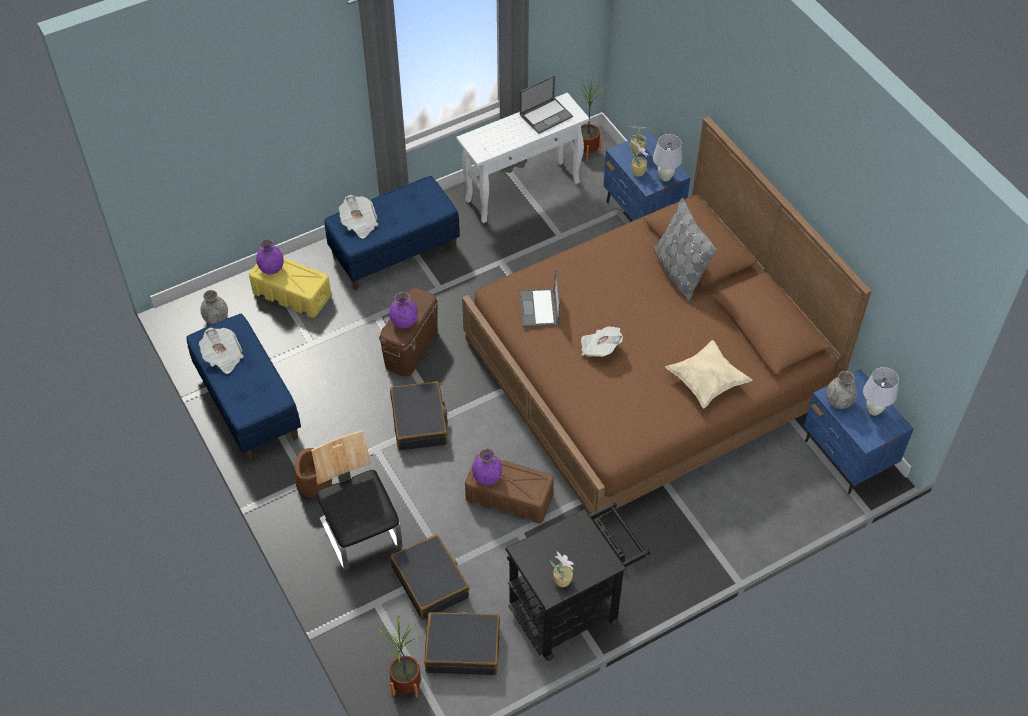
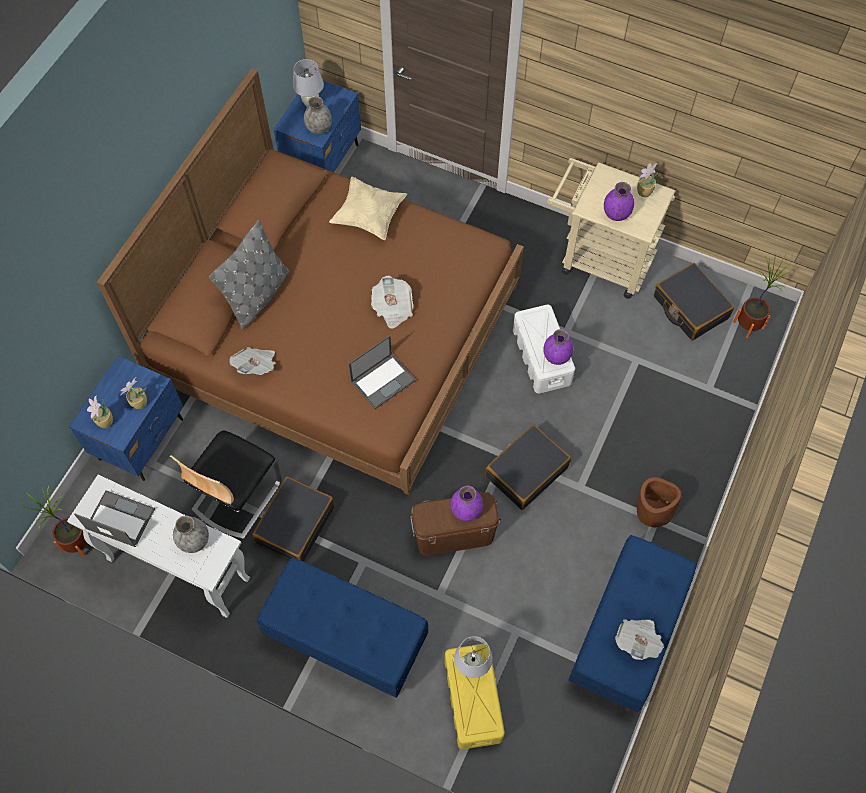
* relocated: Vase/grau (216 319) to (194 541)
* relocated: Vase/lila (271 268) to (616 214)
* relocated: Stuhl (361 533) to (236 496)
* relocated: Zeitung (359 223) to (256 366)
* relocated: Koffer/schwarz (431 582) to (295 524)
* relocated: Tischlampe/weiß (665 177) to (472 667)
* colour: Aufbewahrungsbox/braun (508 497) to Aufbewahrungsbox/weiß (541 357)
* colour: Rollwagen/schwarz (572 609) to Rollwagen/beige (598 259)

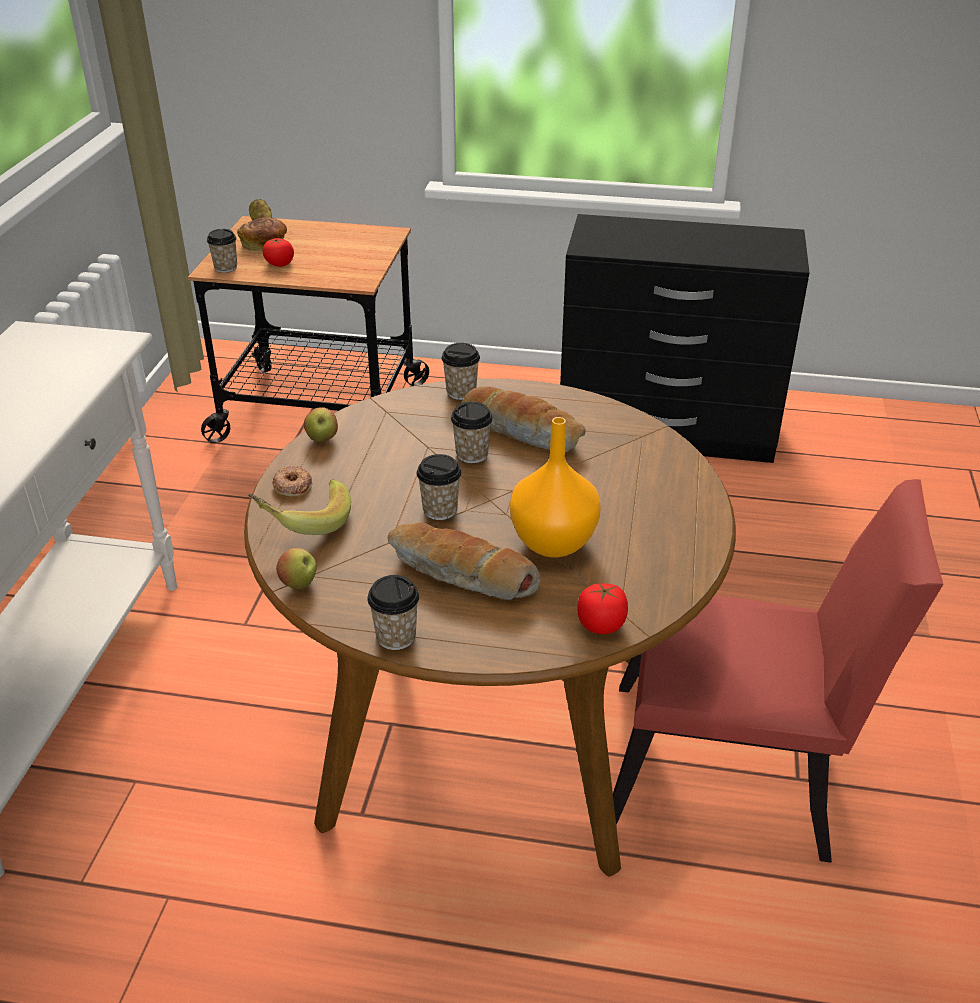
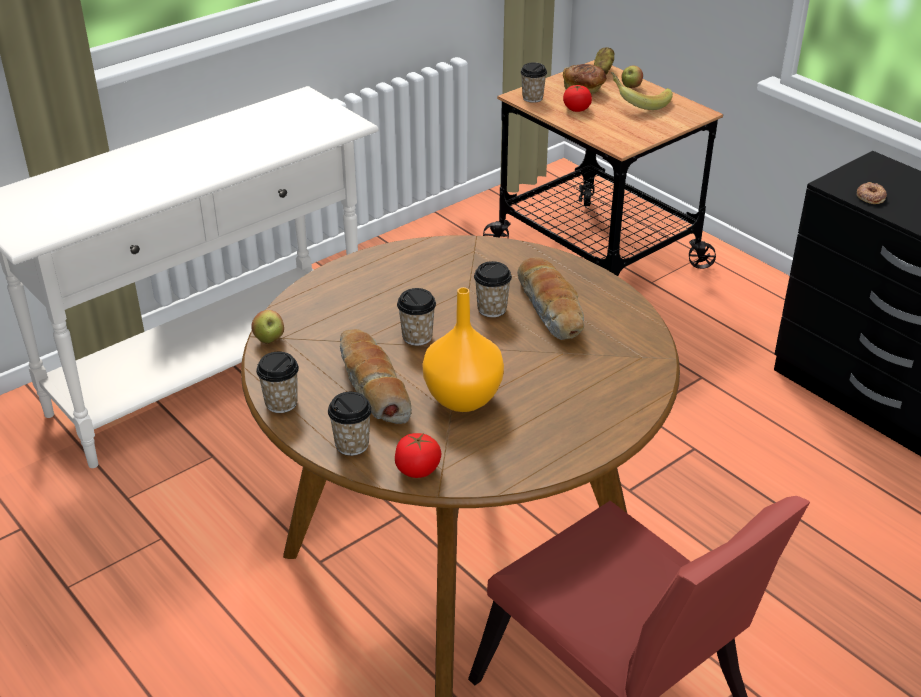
* relocated: Banane (304 521) to (639 103)
* relocated: Donut (292 486) to (870 196)
* relocated: Apfel (322 439) to (631 87)
* relocated: Tasse (461 392) to (352 445)

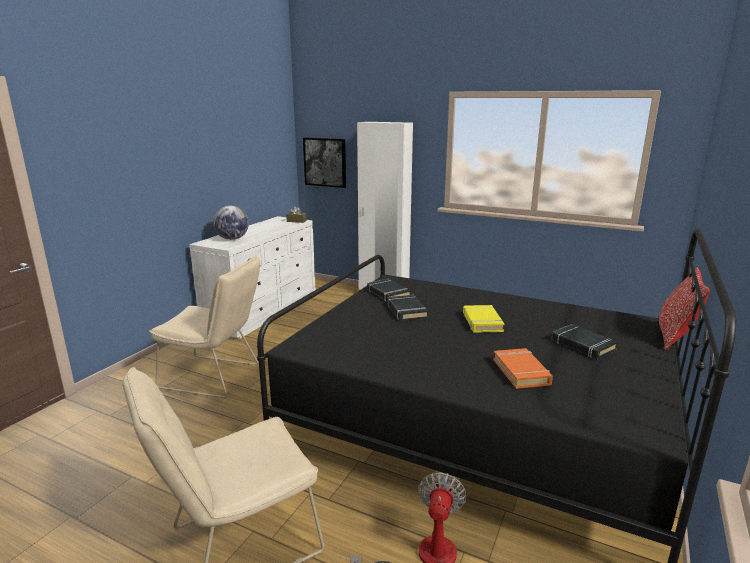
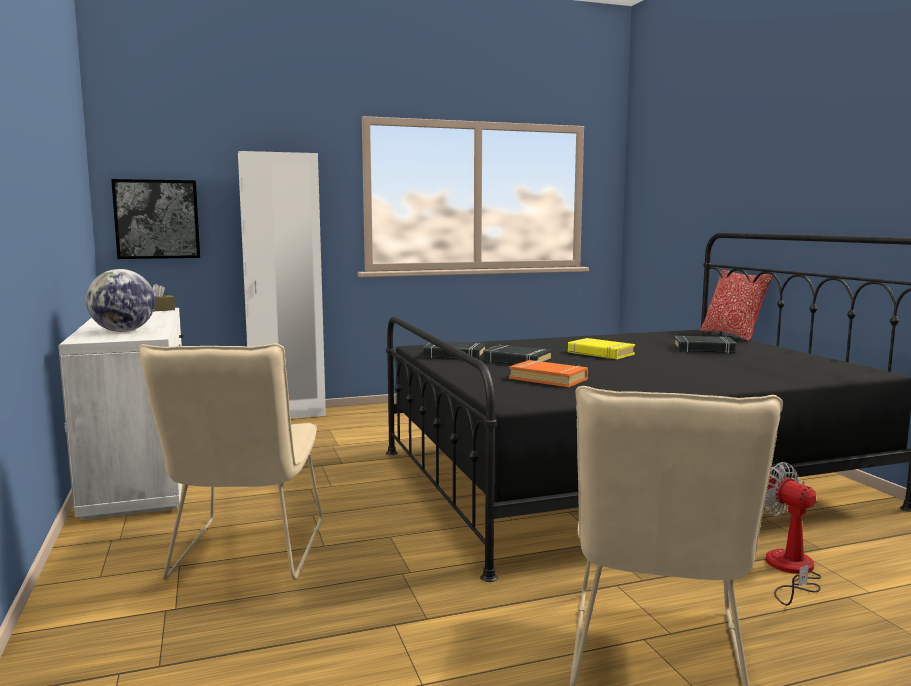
* relocated: Buch/orange (521 372) to (548 379)
* spun: Stuhl/beige (216 377) = (245 555) 120 degrees clockwise

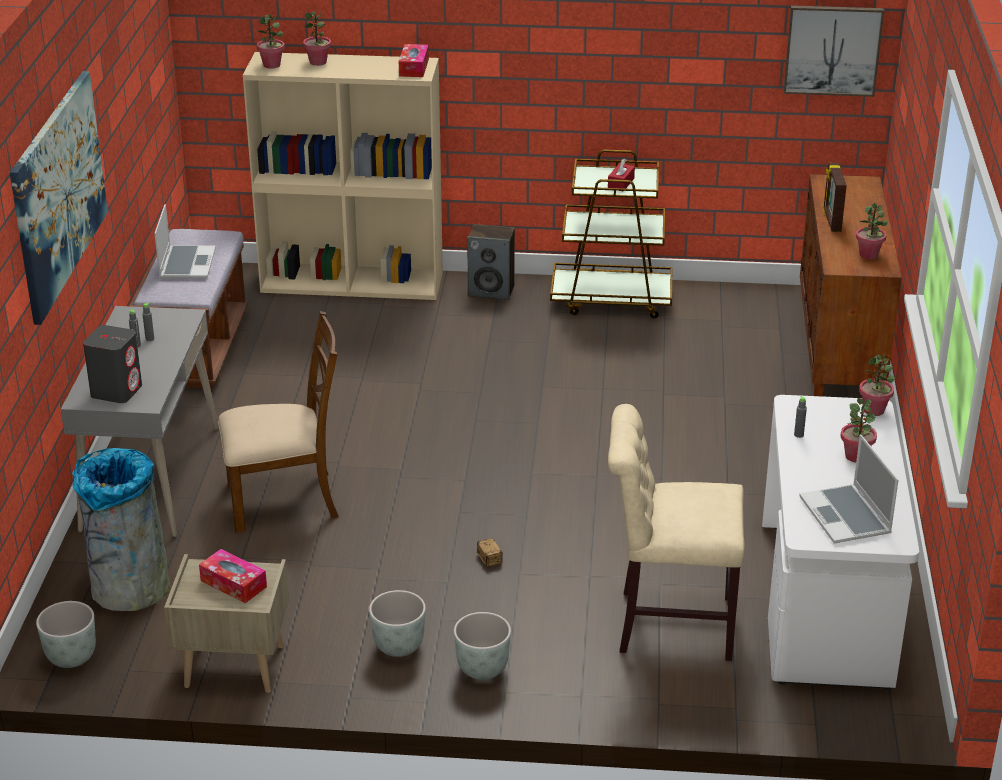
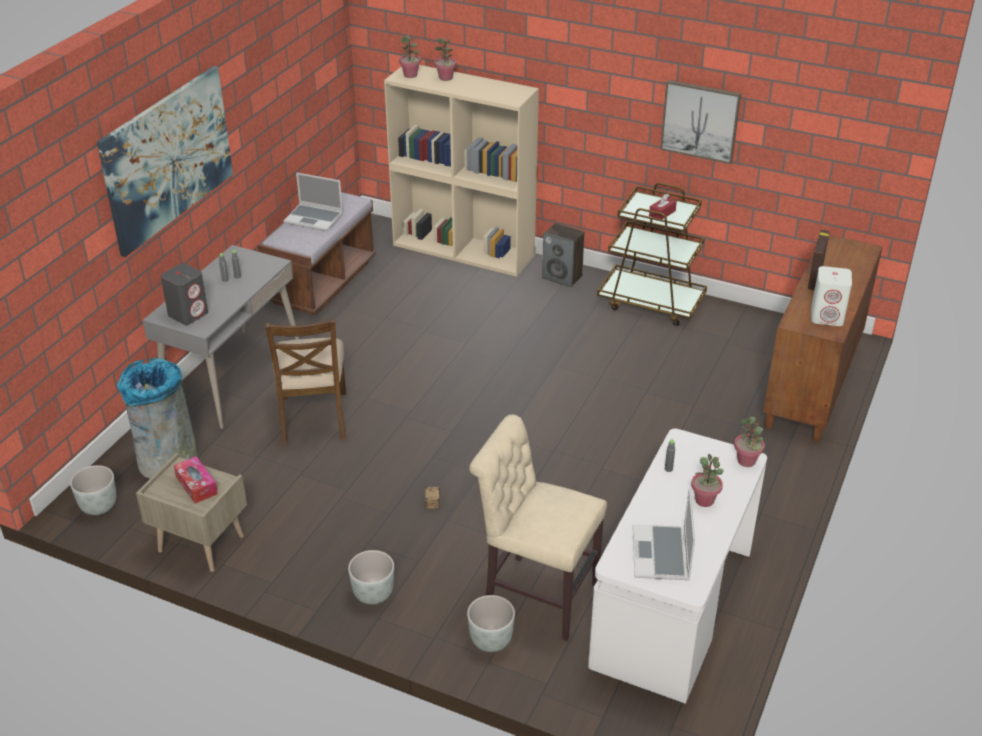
* missing: Taschentuchbox (414 67)
* relocated: Pflanzkübel/grau (399 646) to (491 641)
* relocated: Bild (832 50) to (700 121)
* exchanged: Topfpflanze (868 255) to Lautsprecher/weiß (827 316)
* spun: Laptop (186 263) = (314 218) 90 degrees clockwise
* spun: Stuhl/braun (284 500) = (313 417) 75 degrees clockwise

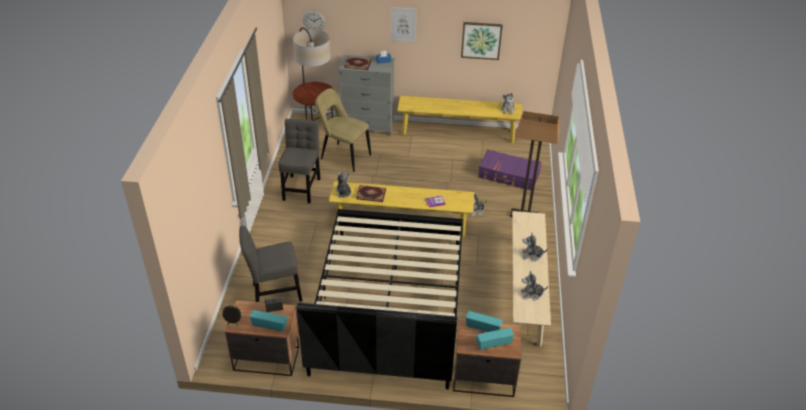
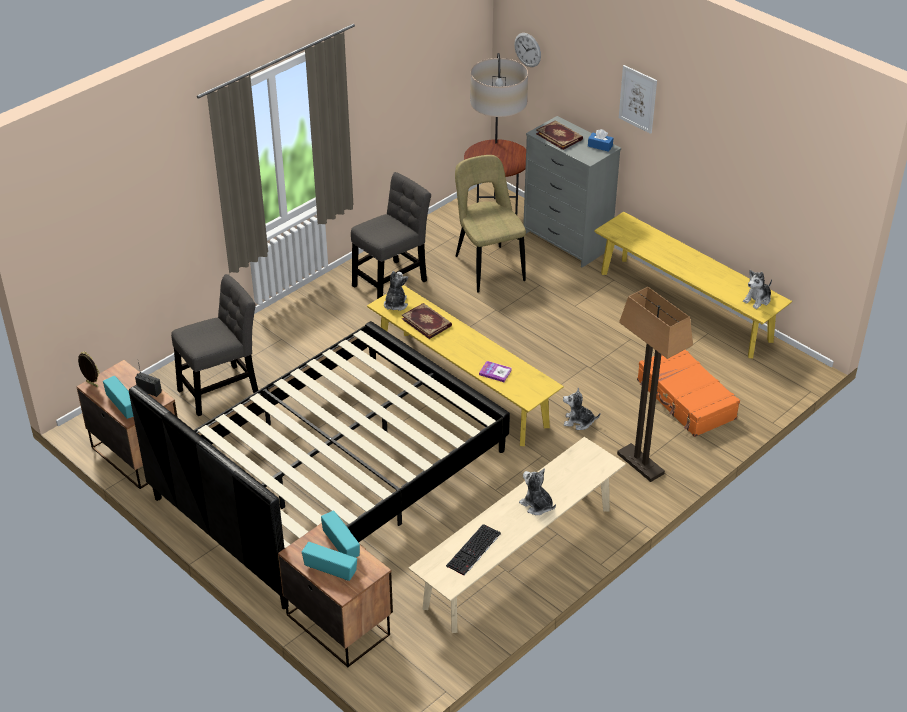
* missing: Bild (481 40)
* exchanged: Plüschtier (532 294) to Tastatur (474 550)
* colour: Koffer/lila (508 176) to Koffer/orange (685 400)
* spun: Stuhl/grau (274 293) = (222 389) 120 degrees clockwise

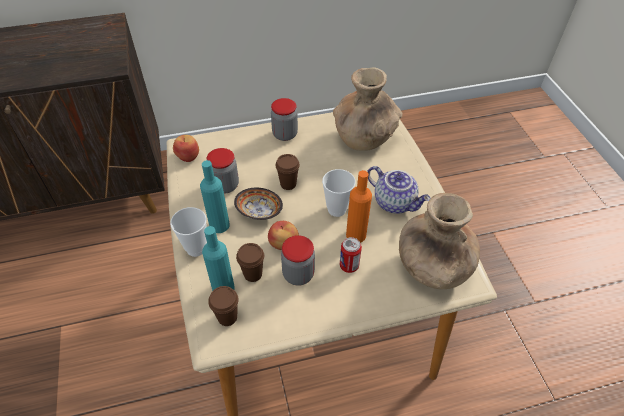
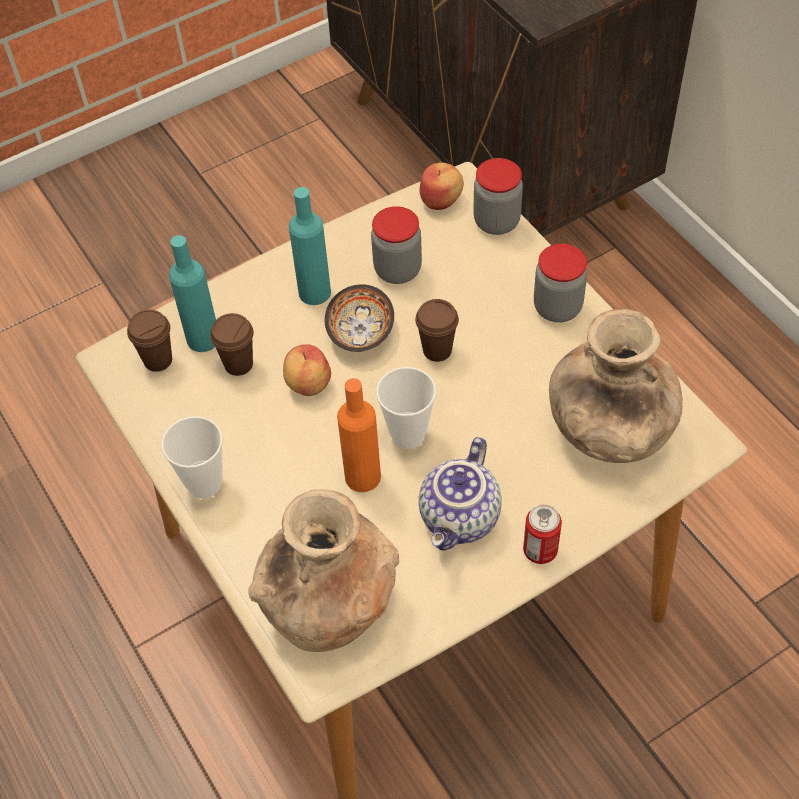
* relocated: Tasse (196 248) to (204 484)
* relocated: Vorratsglas (298 274) to (496 221)
* relocated: Dose (349 265) to (540 550)

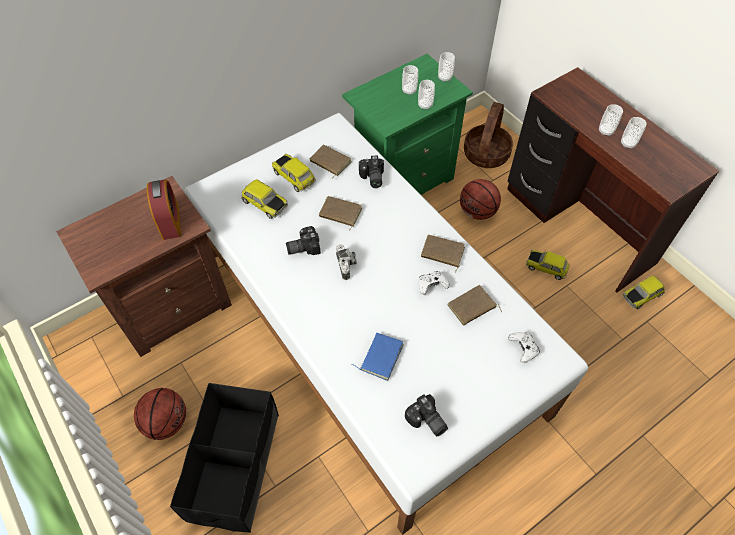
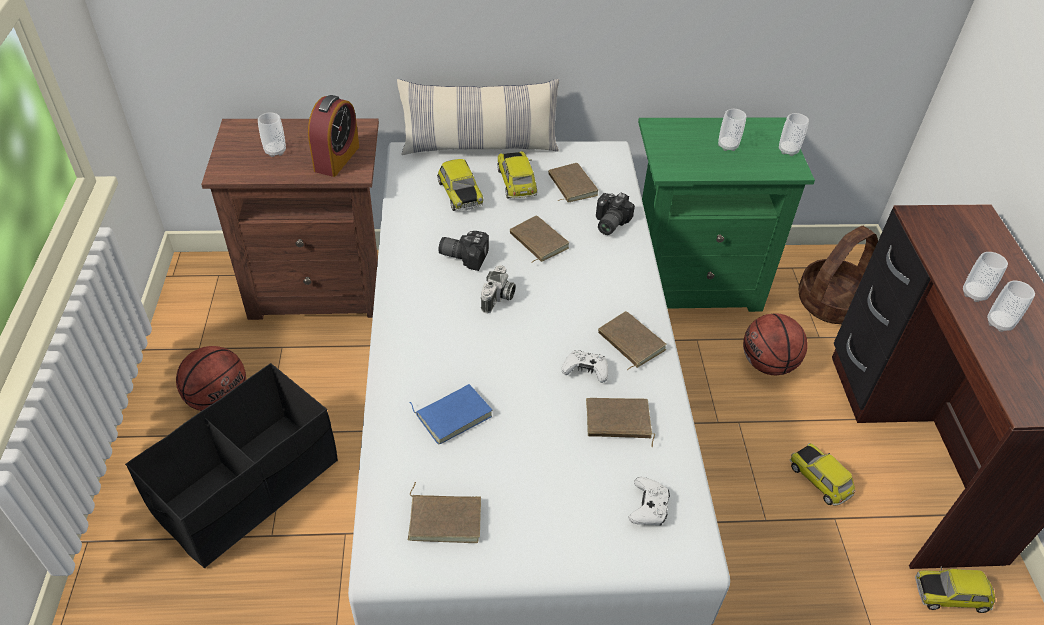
* appeared: Kissen (480 147)
* relocated: Tasse (425 105) to (275 151)
* exchanged: Kamera (426 421) to Buch/braun (445 518)

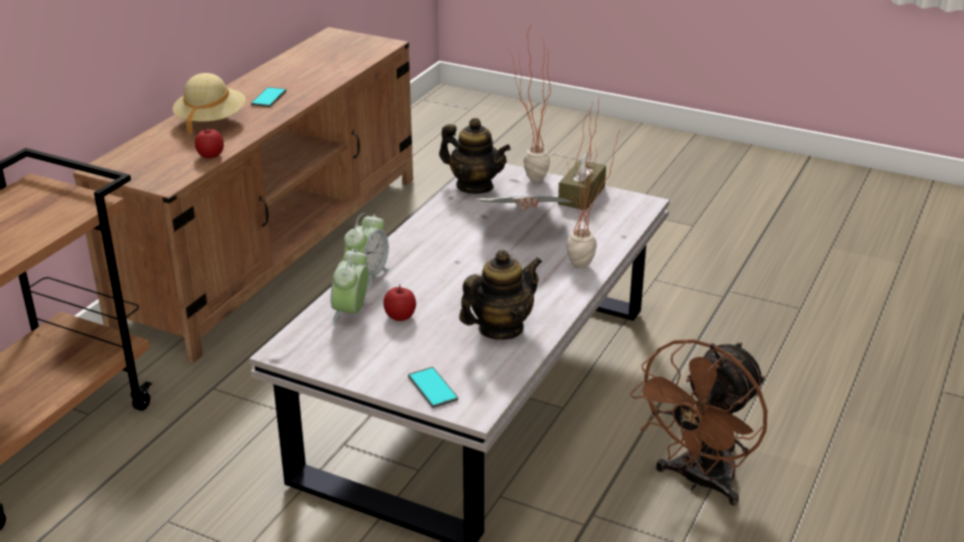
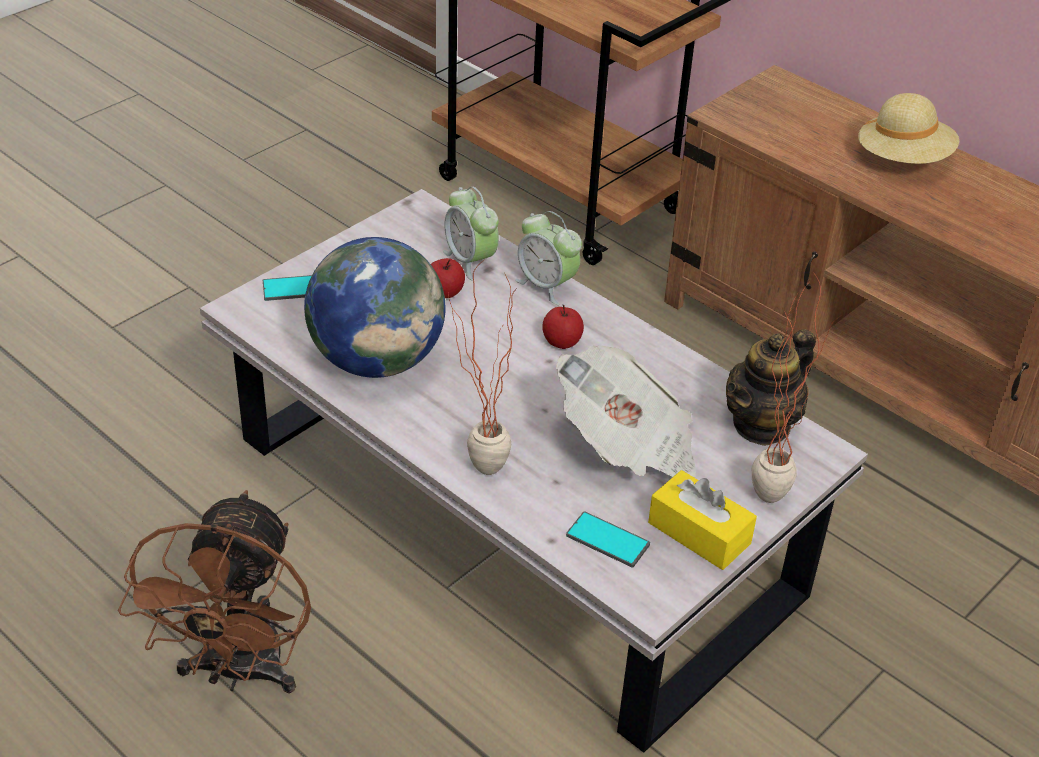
* relocated: Apfel (210 155) to (561 341)
* relocated: Handy (268 98) to (608 540)
* exchanged: Teekanne (500 329) to Globus (377 360)
* colour: Taschentuchbox/braun (581 195) to Taschentuchbox/gelb (699 533)
* spun: Wecker (351 313) = (470 260) 150 degrees counterclockwise
* spun: Ventilator/braun (699 482) = (238 672) 135 degrees counterclockwise

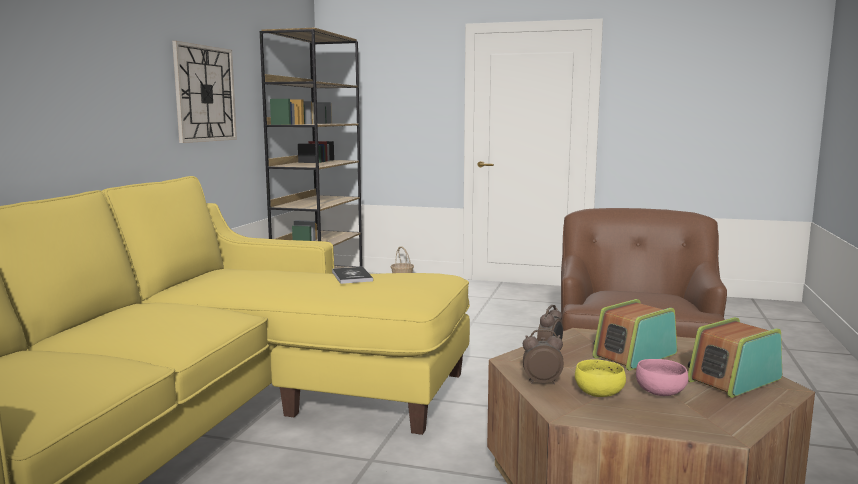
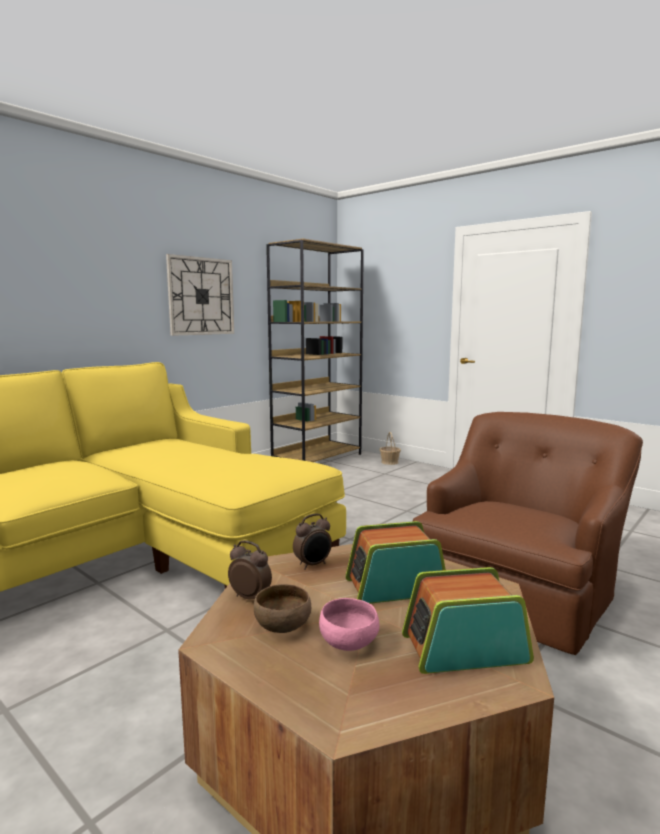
* missing: Buch (352 276)
* colour: Schüssel/gelb (598 393) to Schüssel/braun (283 625)

